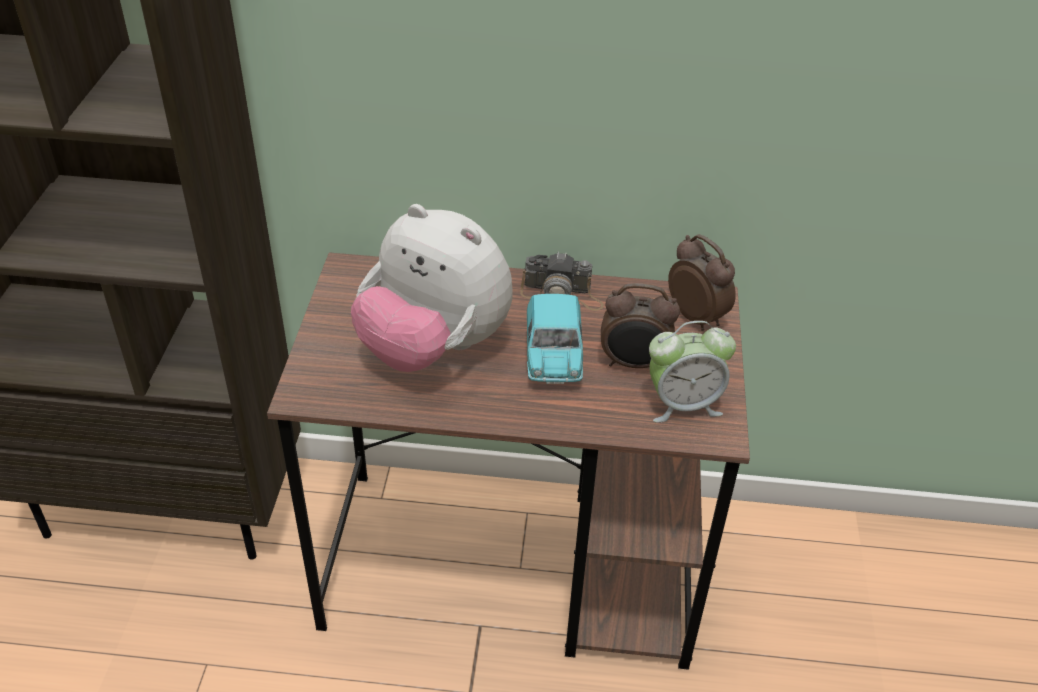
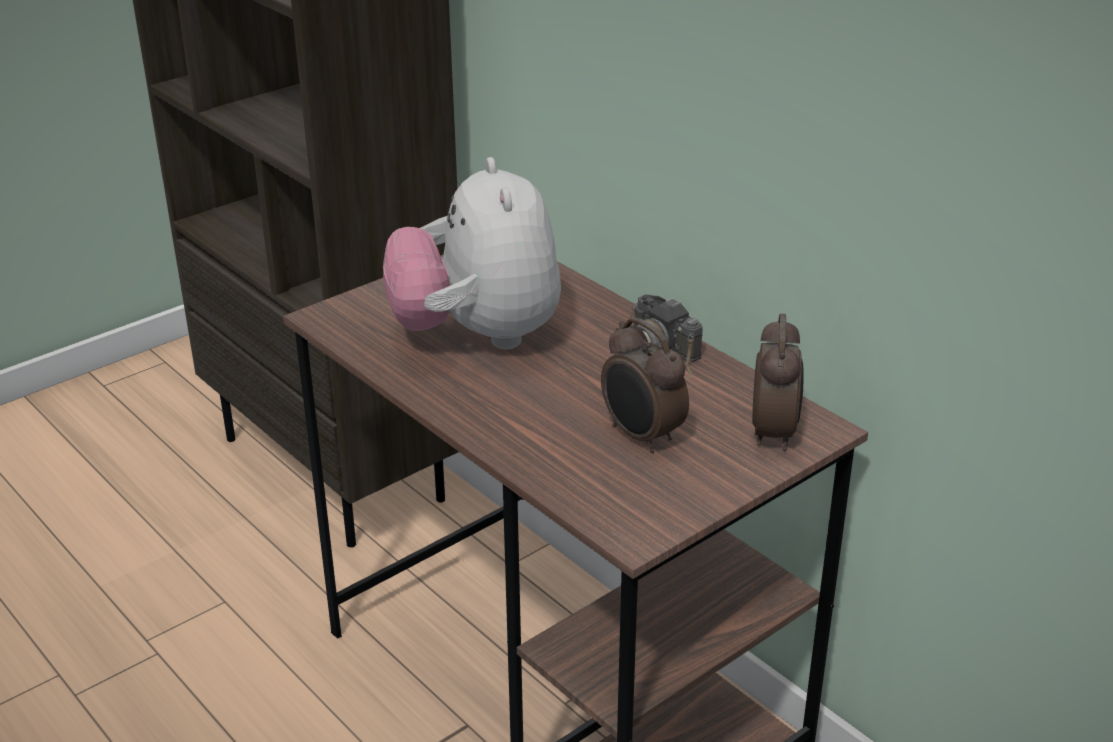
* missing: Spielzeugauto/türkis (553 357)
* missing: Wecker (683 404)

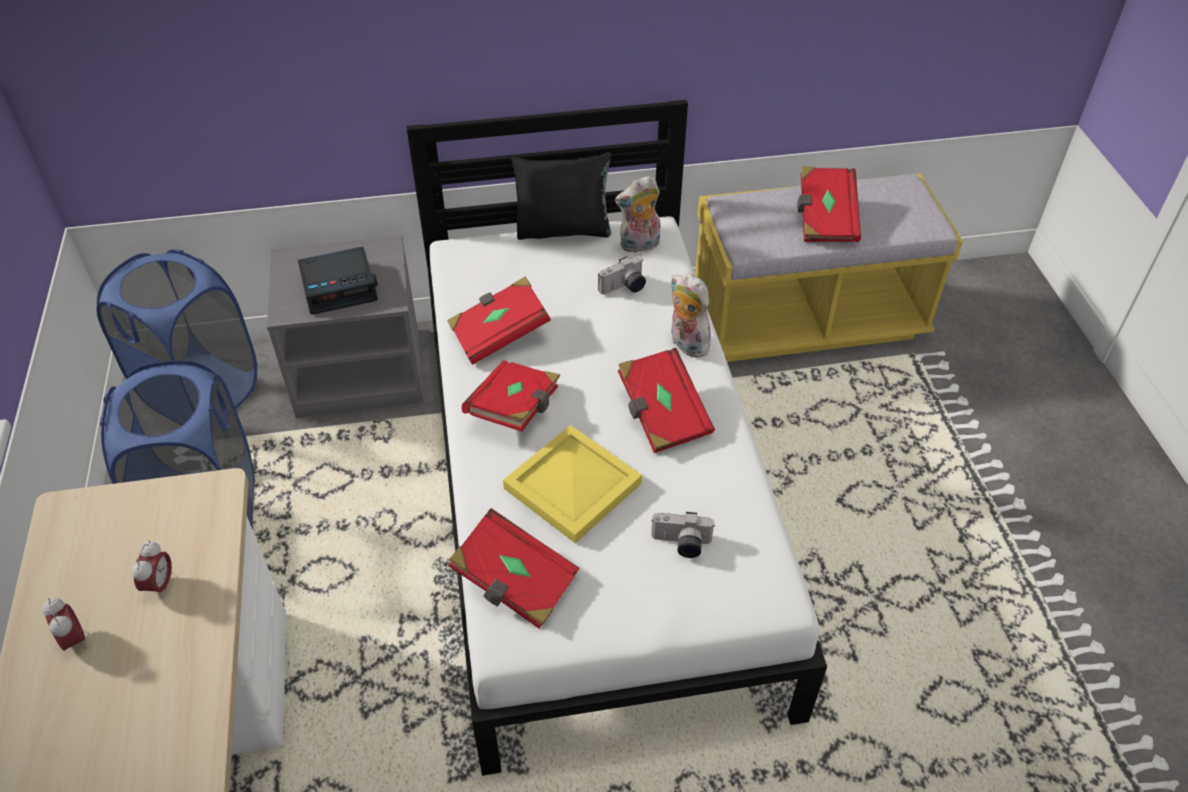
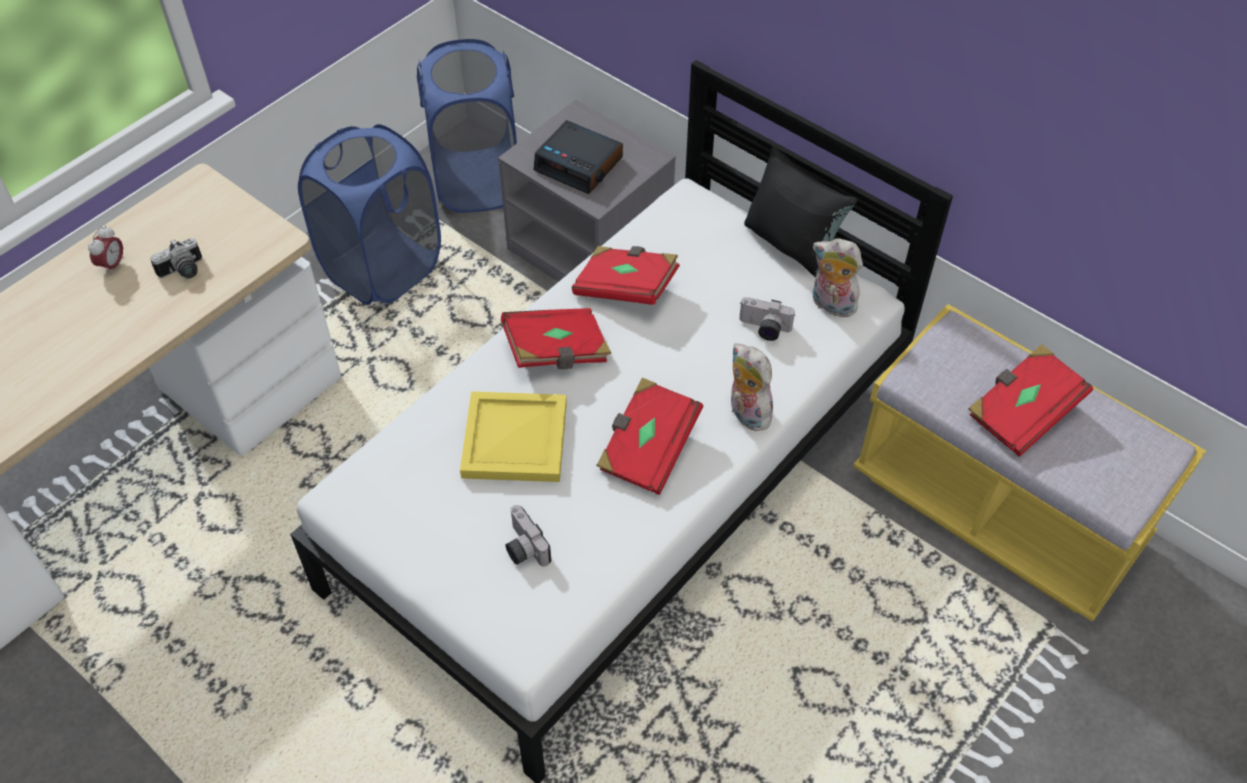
* missing: Buch/rot (514 582)
* exchanged: Wecker (160 585) to Kamera (183 272)
* spun: Plüschtier (686 344) = (746 413) 45 degrees counterclockwise

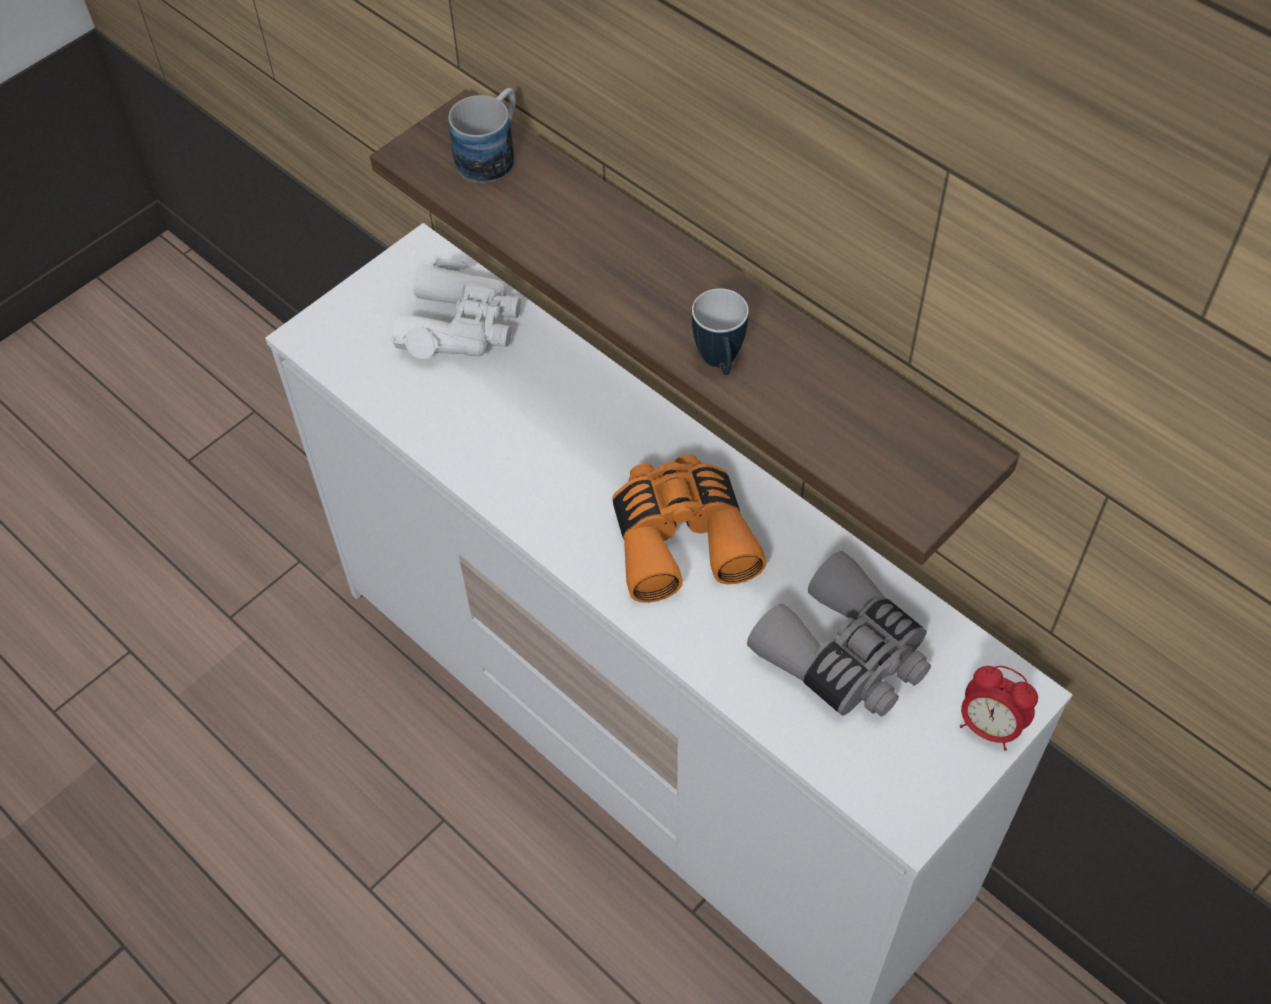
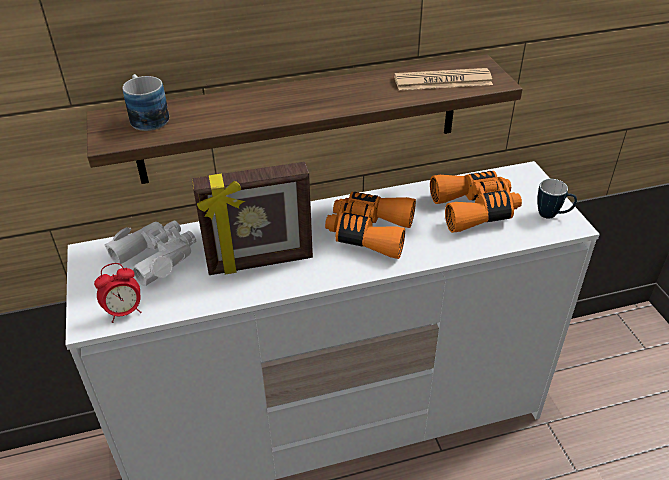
* appeared: Bilderrahmen (260 263)
* appeared: Zeitung (442 81)
* relocated: Henkelbecher (720 364) to (552 215)
* relocated: Wecker (989 727) to (124 312)
* colour: Fernglas/grau (845 655) to Fernglas/orange (475 209)

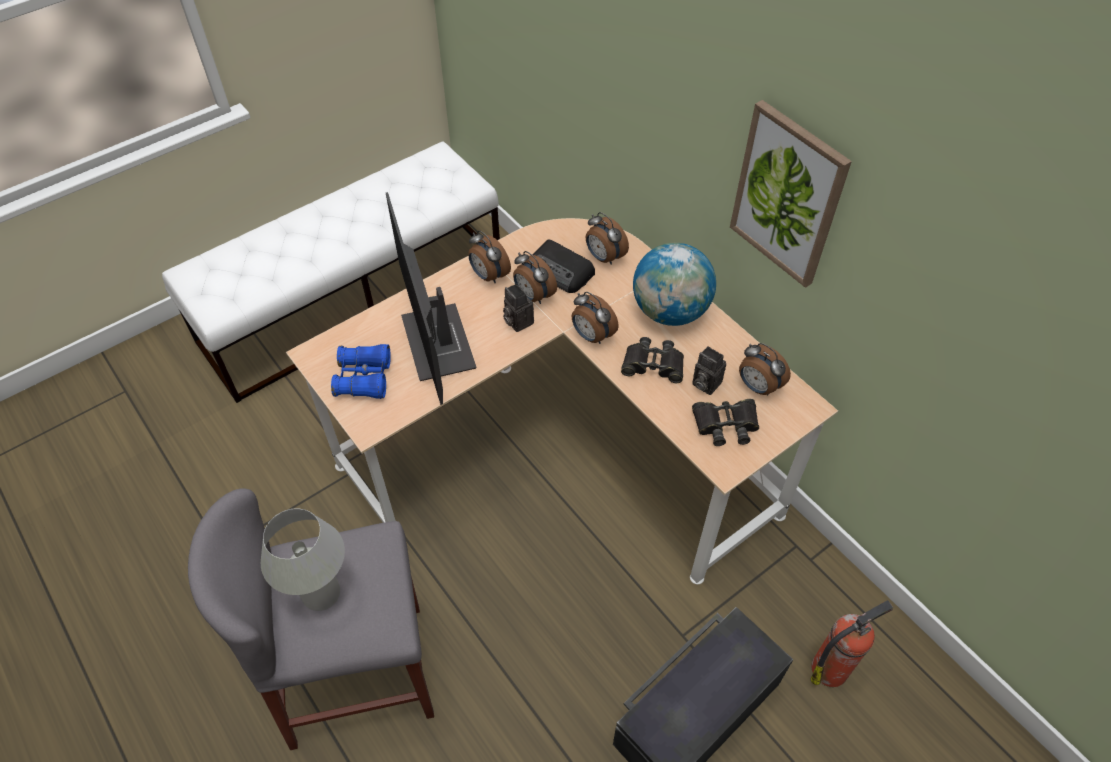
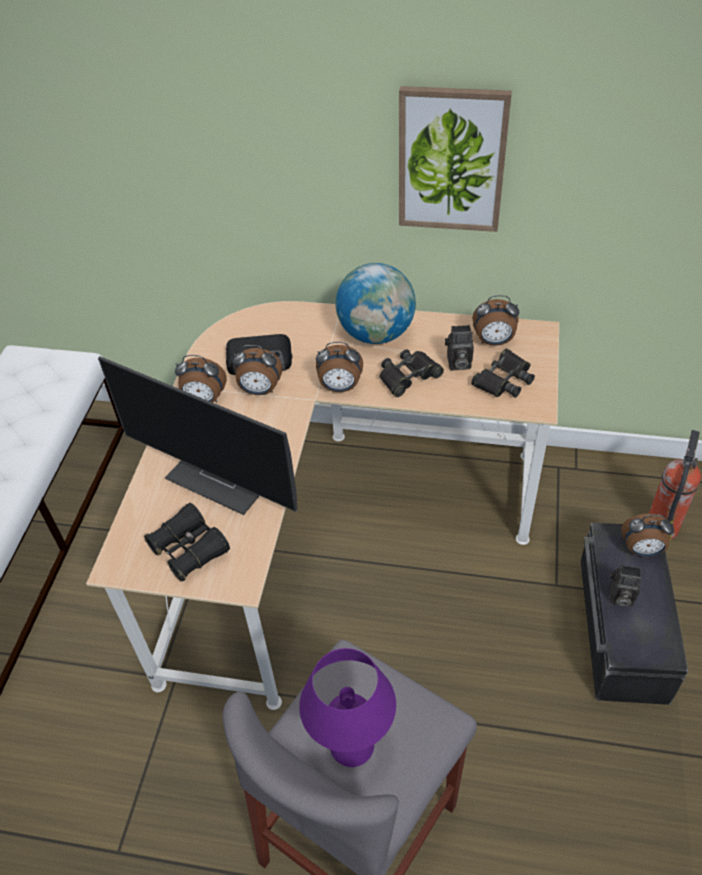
* relocated: Kamera (517 321) to (619 597)
* relocated: Wecker (604 257) to (642 550)
* colour: Tischlampe/weiß (321 593) to Tischlampe/lila (352 746)
* colour: Fernglas/blau (364 378) to Fernglas/schwarz (189 549)

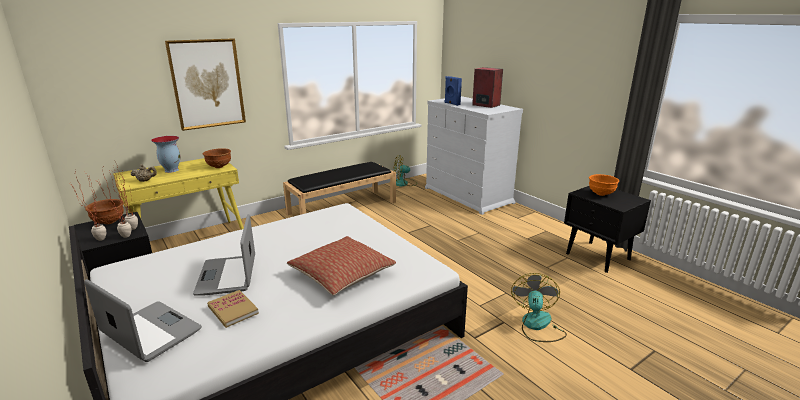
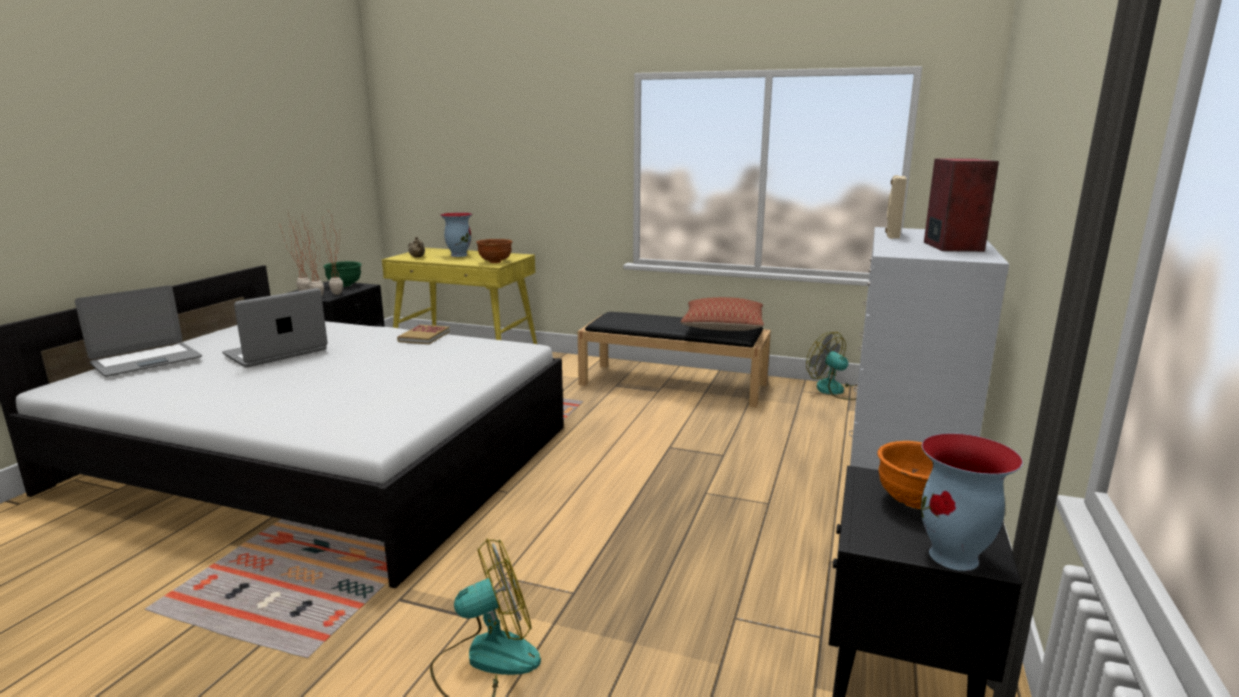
* missing: Bild (207 84)
* appeared: Vase (955 557)
* relocated: Buch (233 310) to (424 336)
* relocated: Kissen (341 275) to (722 327)
* colour: Schüssel/braun (109 222) to Schüssel/grün (345 285)
* colour: Lautsprecher/blau (451 104) to Lautsprecher/beige (891 235)
* spun: Laptop (150 332) = (146 361) 45 degrees clockwise

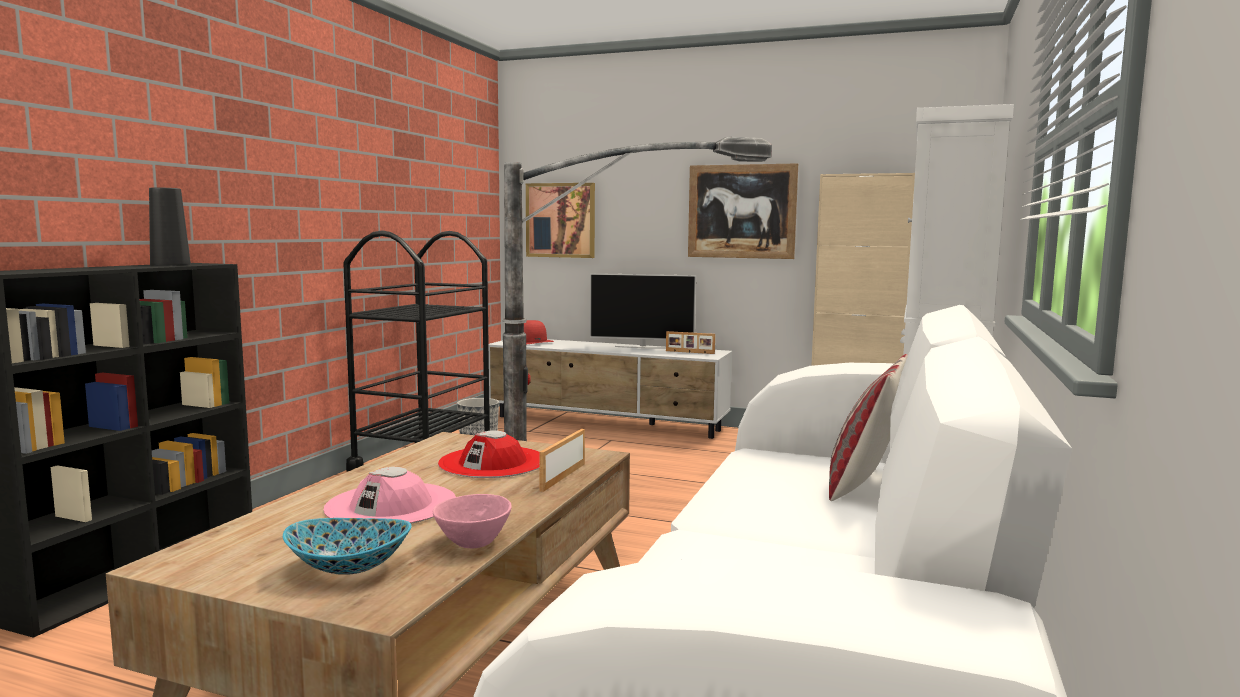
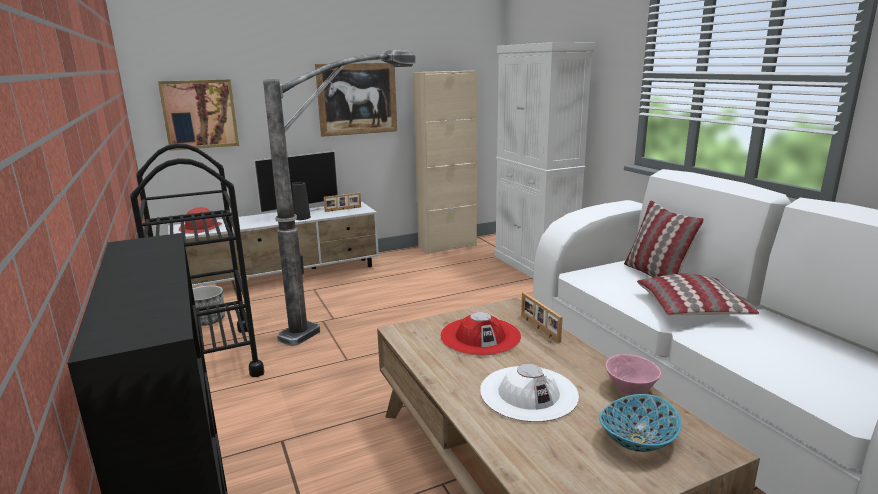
* appeared: Kissen (692 309)
* relocated: Vase/schwarz (170 264) to (302 217)
* colour: Hut/rosa (391 505) to Hut/weiß (528 393)

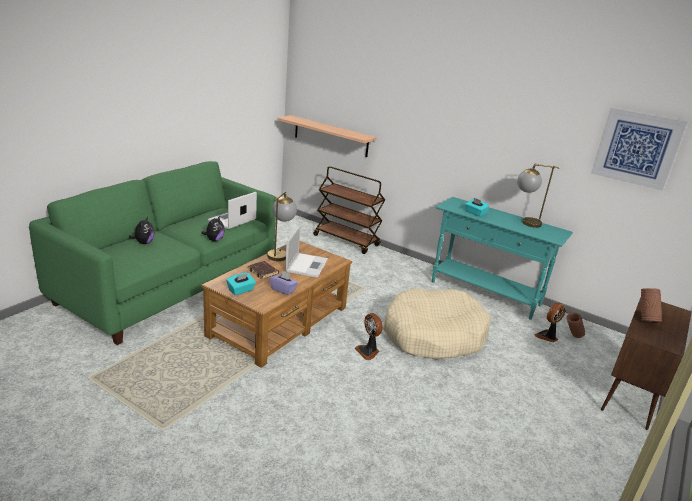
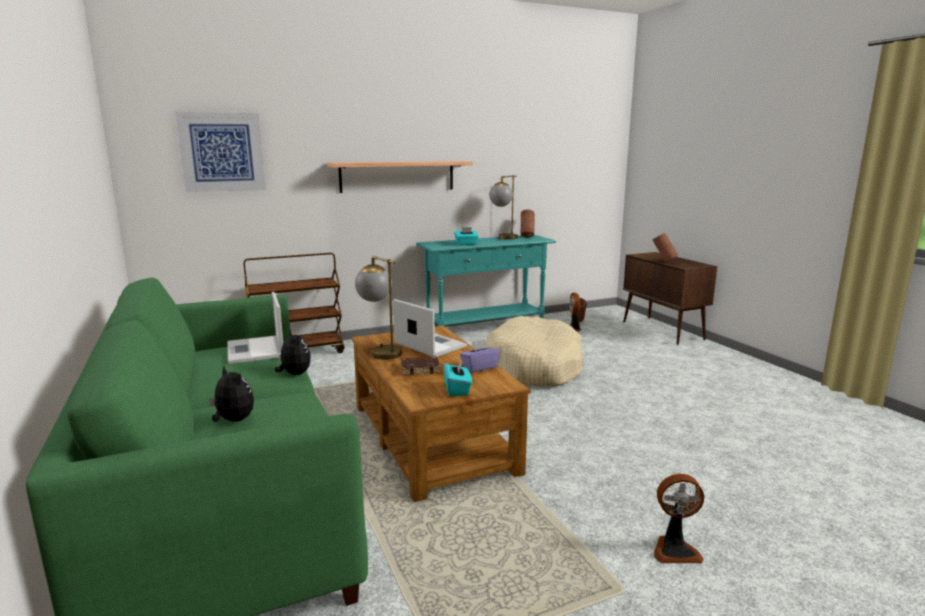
* appeared: Vase/braun (527 237)
* relocated: Wandregal (330 136) to (397 176)
* relocated: Ventilator (368 351) to (674 550)
* relocated: Bild (637 148) to (222 152)

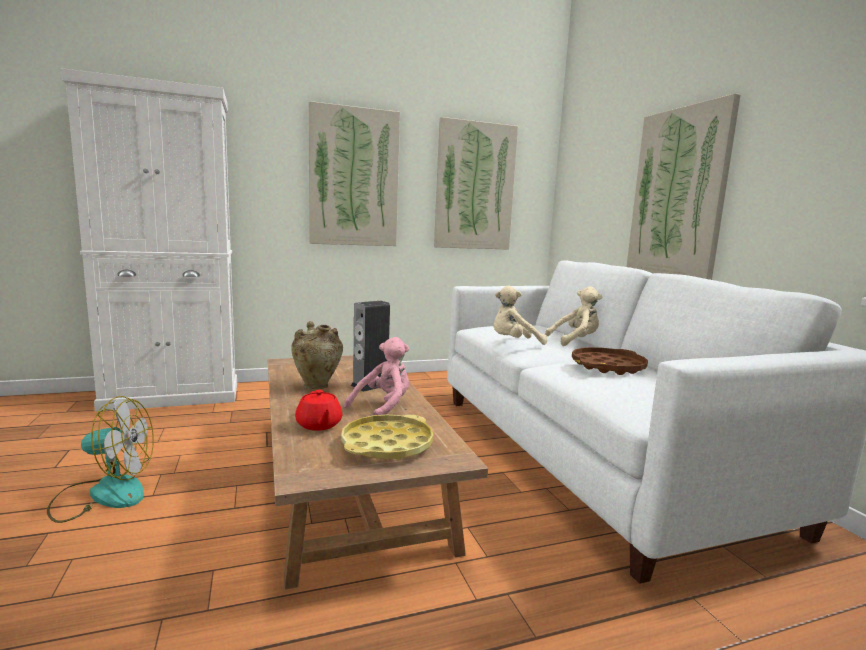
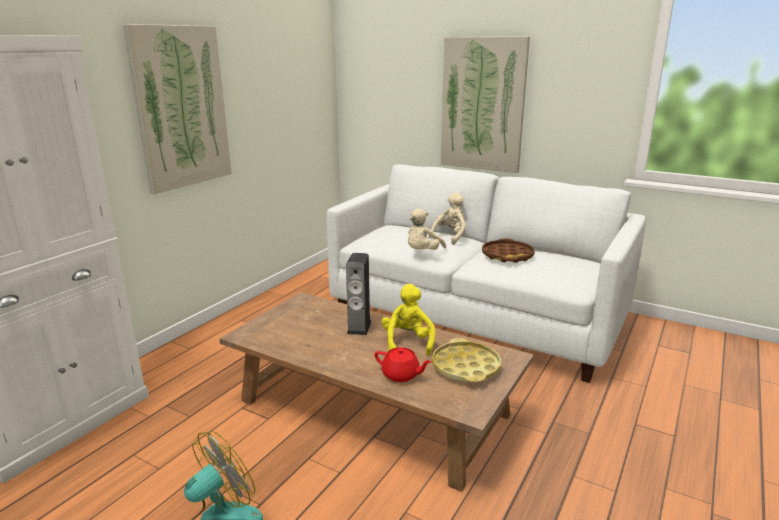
* missing: Vase/beige (317 386)
* missing: Bild (475 186)
* colour: Plüschtier/rosa (383 408) to Plüschtier/gelb (408 342)

